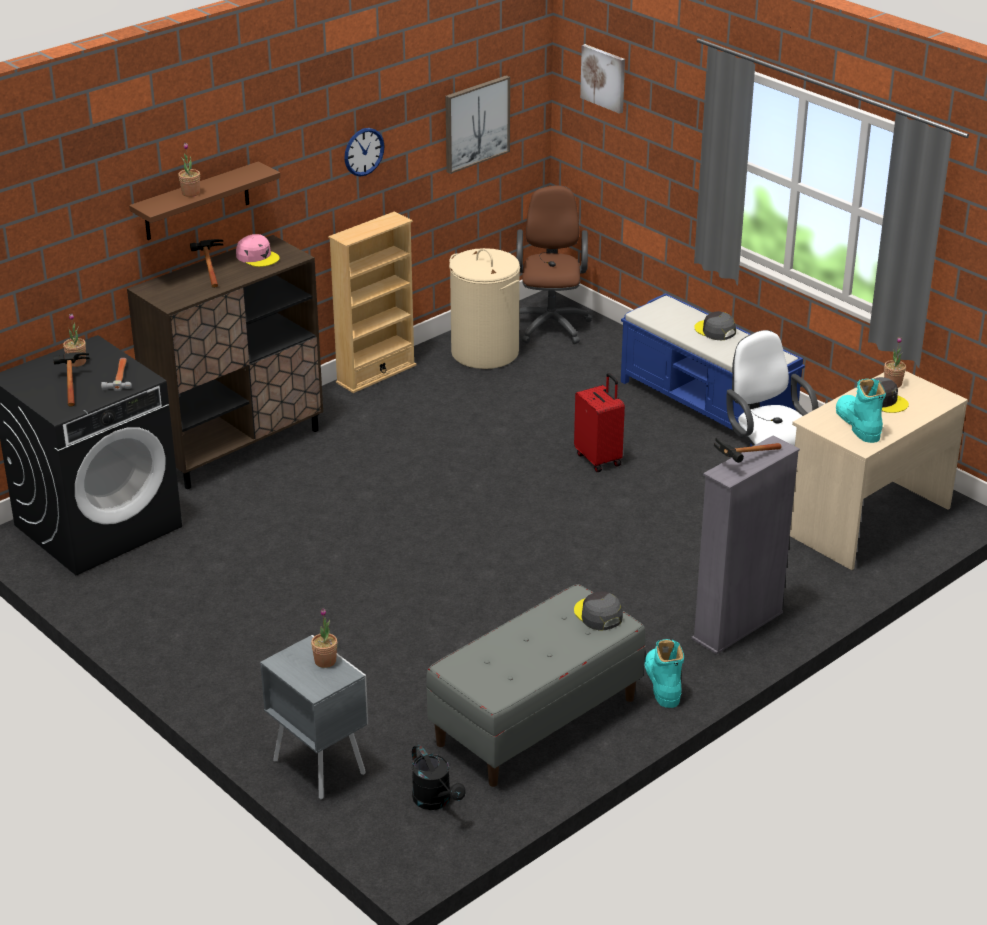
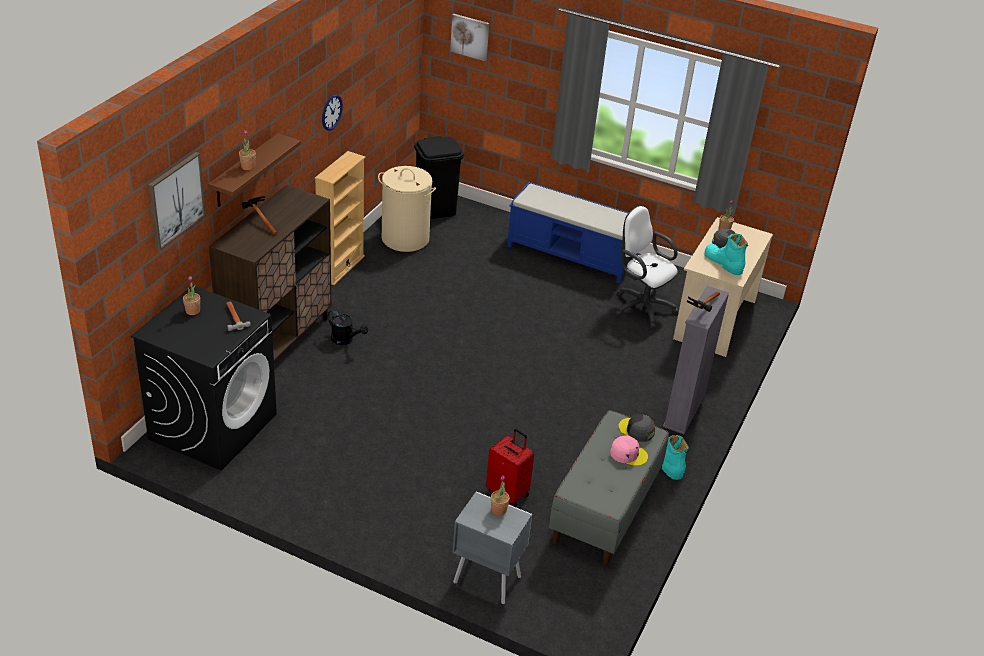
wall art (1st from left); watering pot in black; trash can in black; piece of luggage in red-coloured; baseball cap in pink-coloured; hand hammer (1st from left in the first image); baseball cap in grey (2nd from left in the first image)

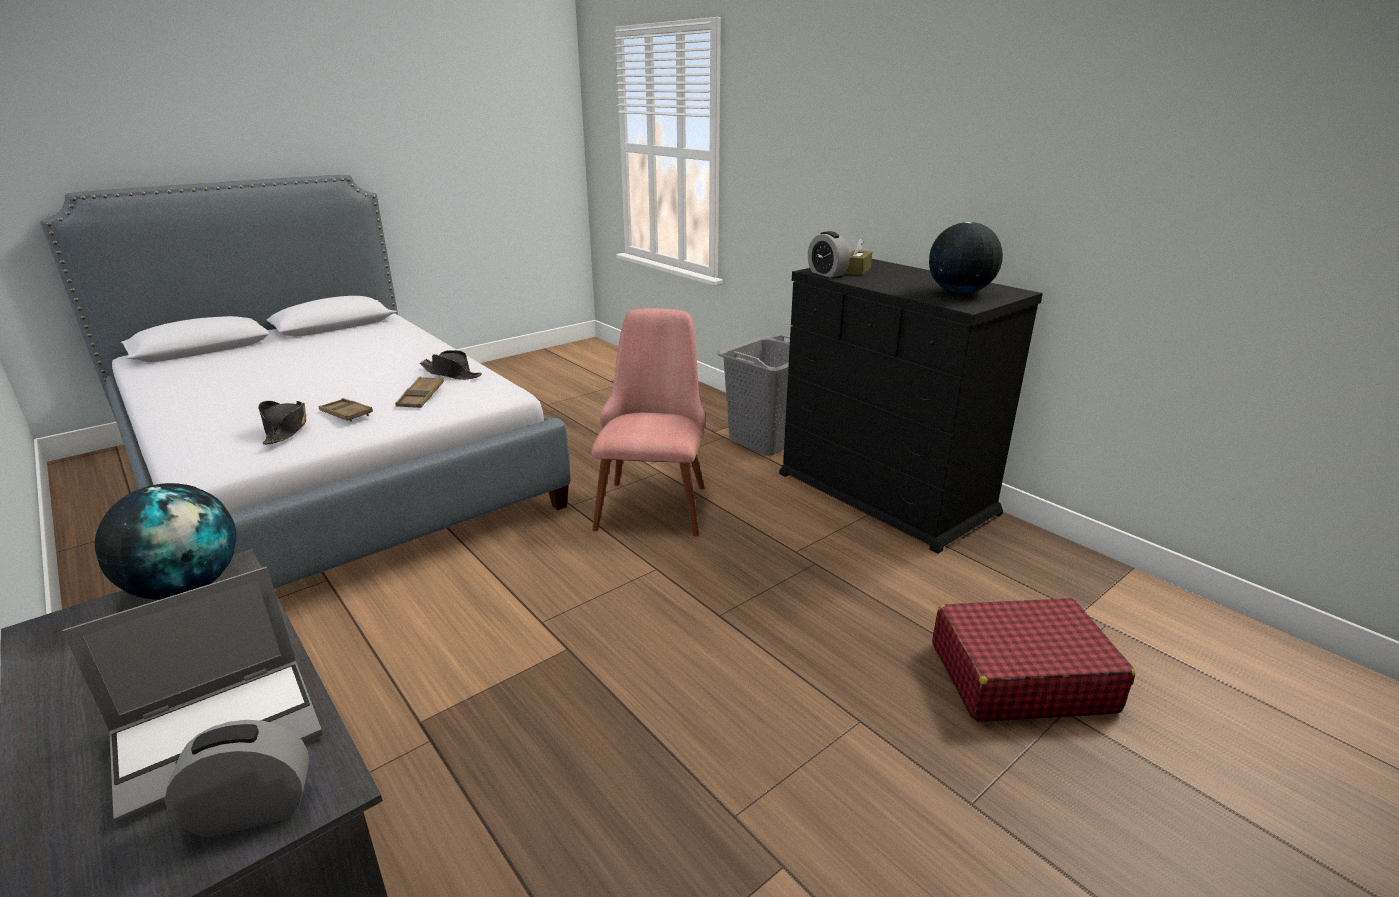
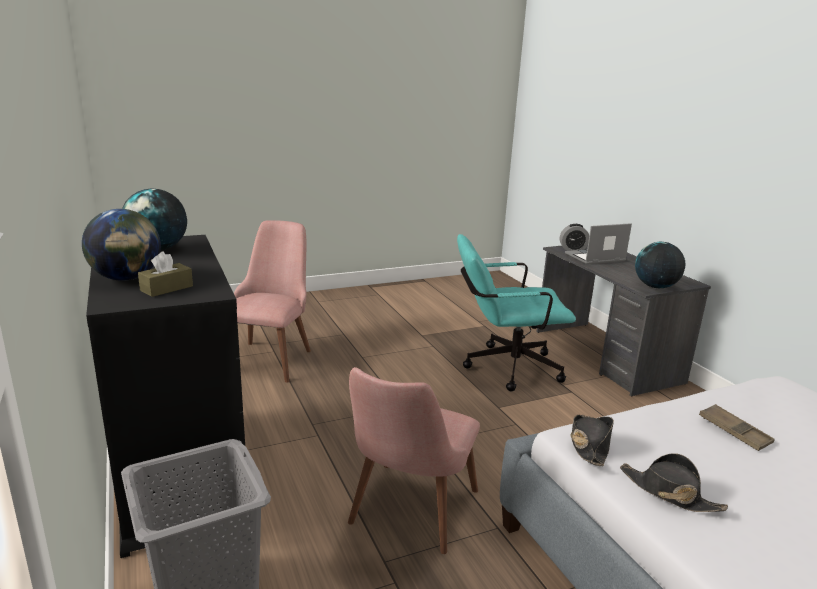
world globe (1st from left); chair in pink-coloured (1st from left); desk chair in turquoise; wearable hat in black (1st from left); tray in brownish (2nd from left in the first image); alarm clock (2nd from left in the first image)

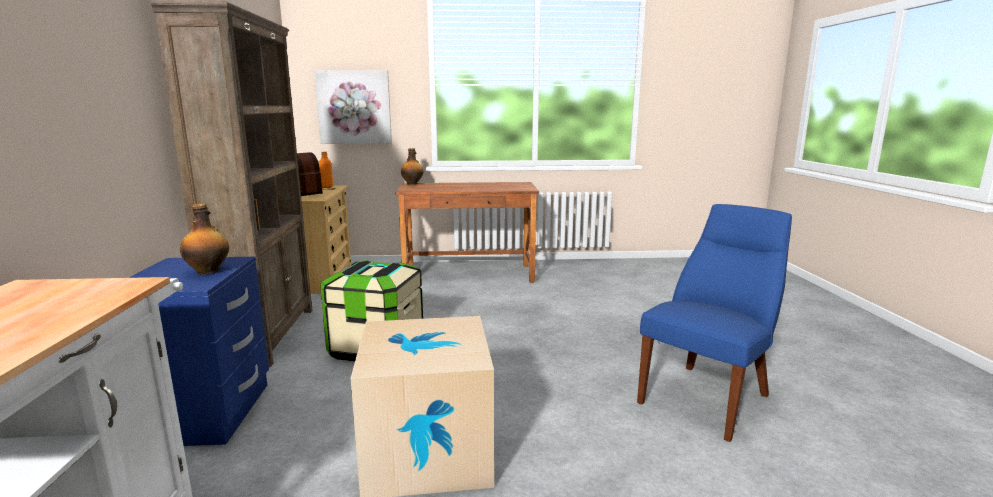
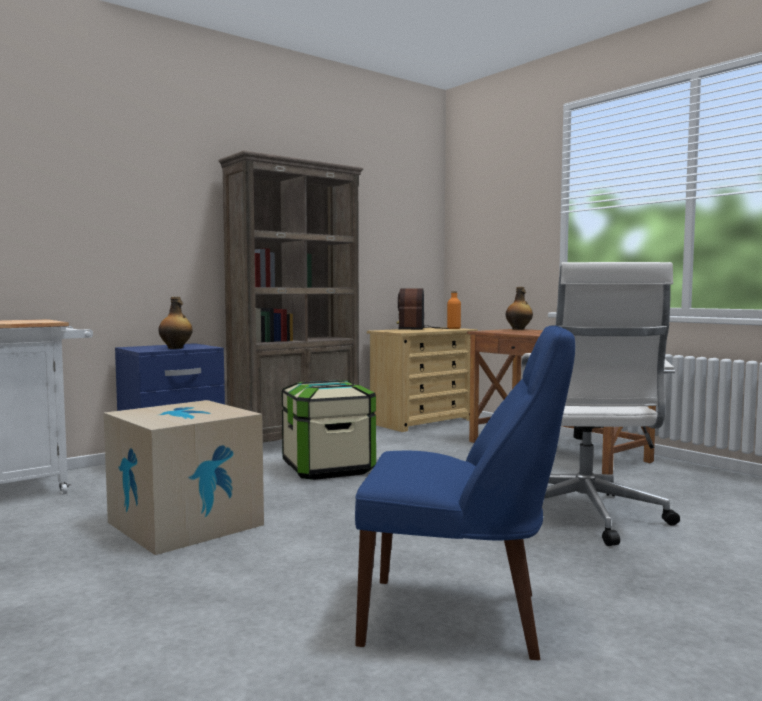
desk chair in white; wall art

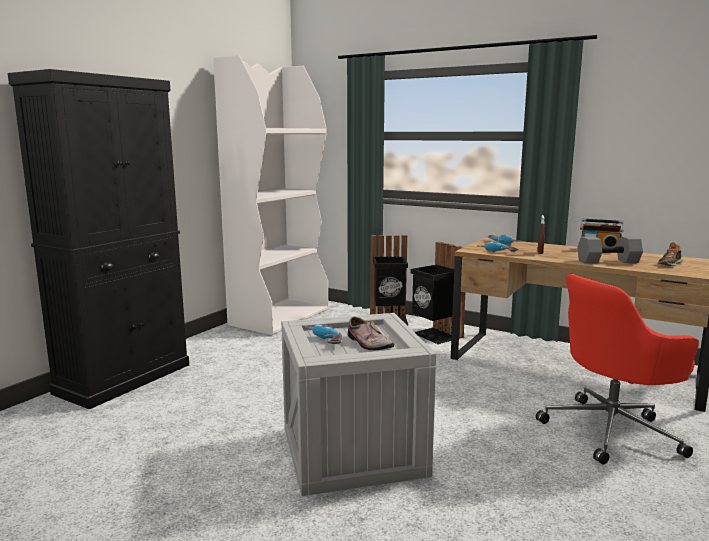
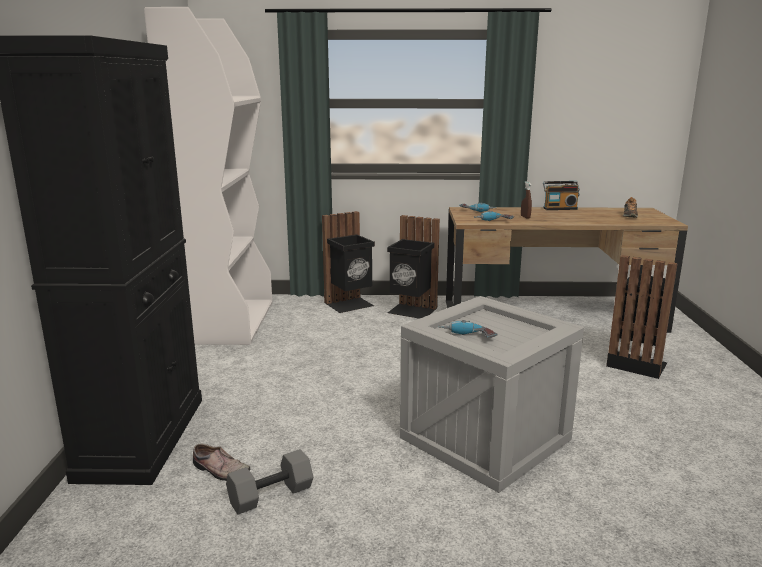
shoe (1st from left); free weight in grey; trash can in black (3rd from left)

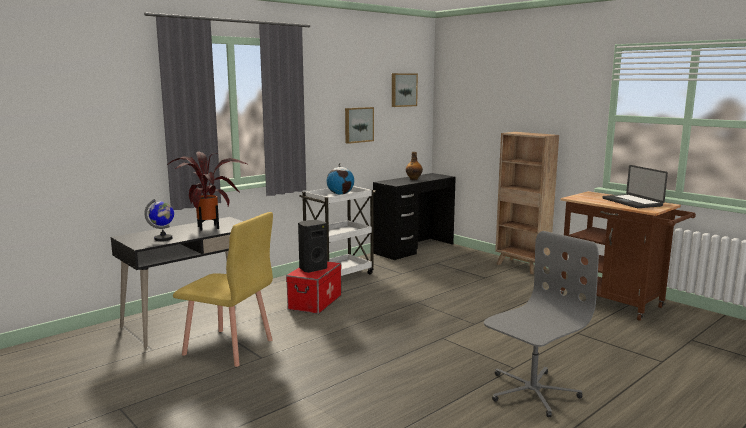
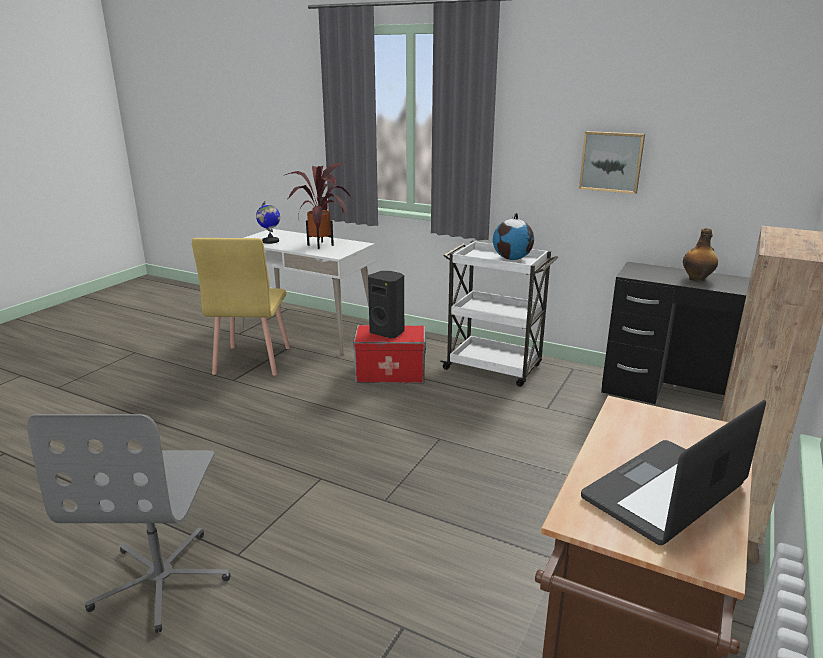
desk chair in grey; desk in white; wall art (2nd from left in the first image)

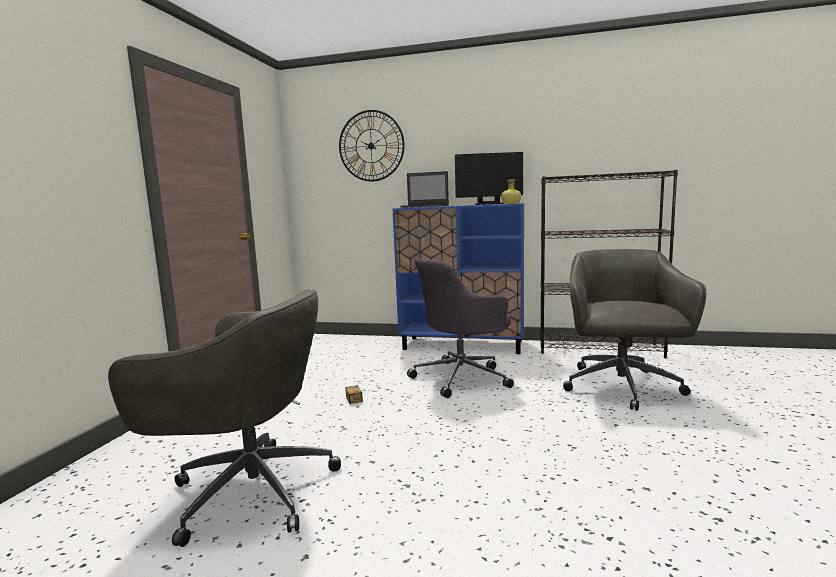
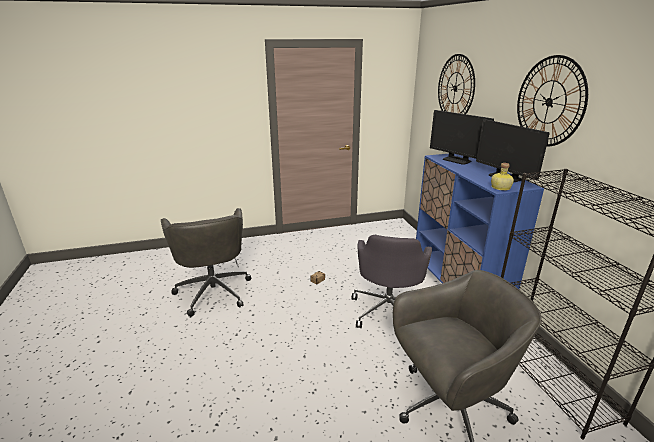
desk chair in grey (2nd from left); monitor (1st from left); wall clock (2nd from left)

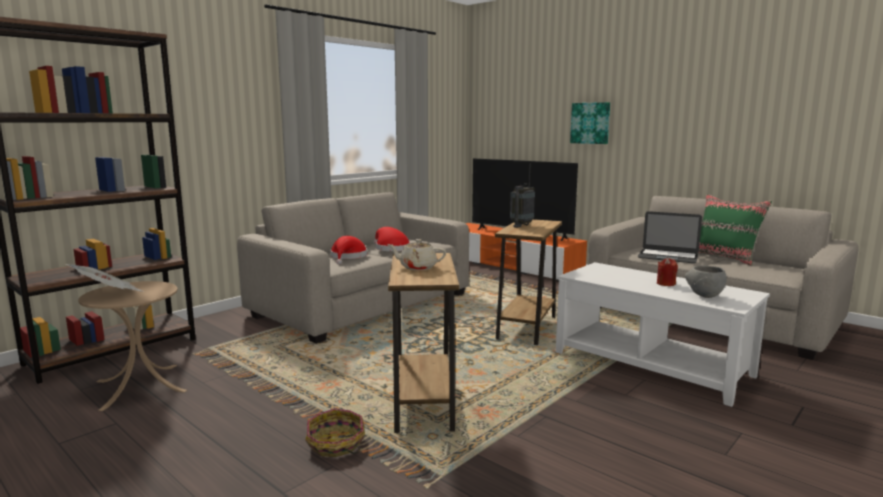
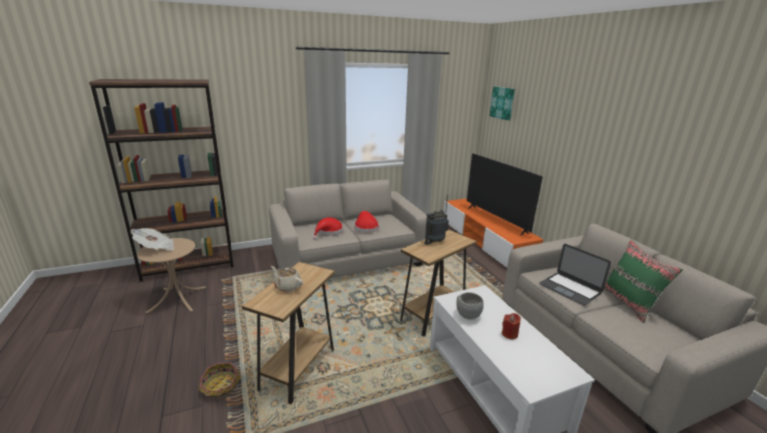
bowl in grey; wall art

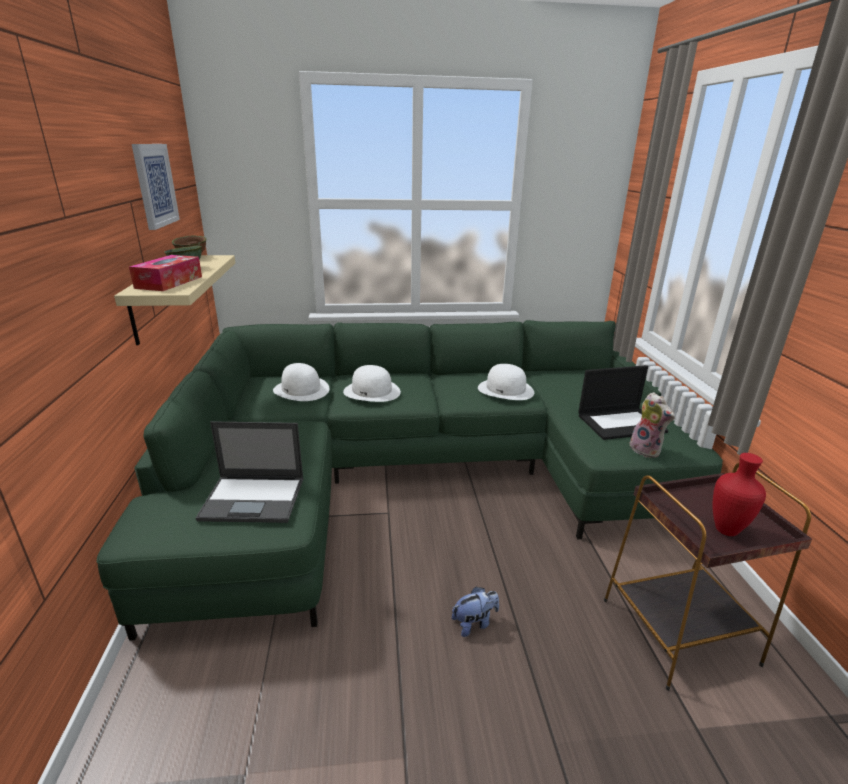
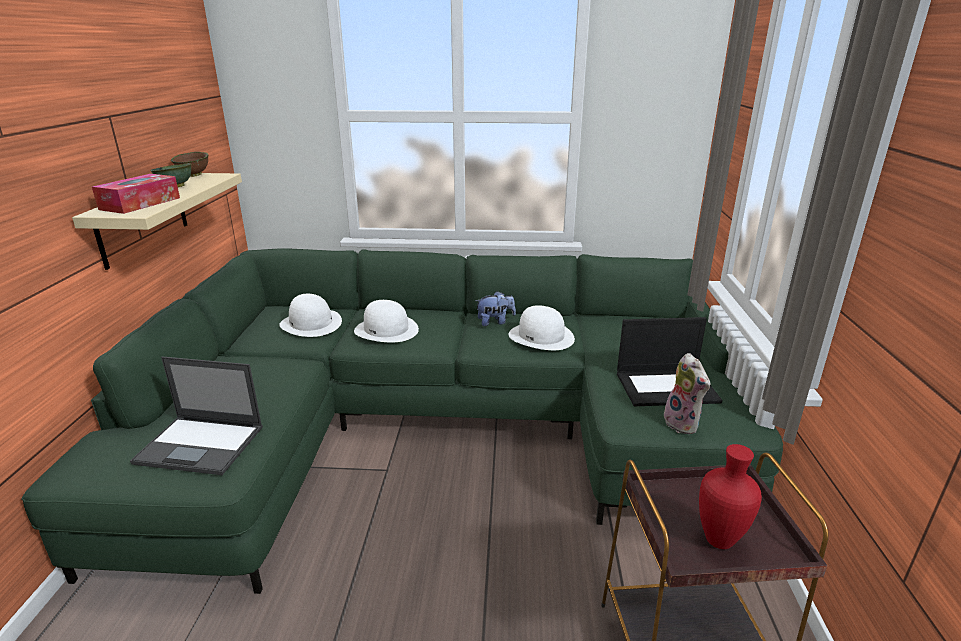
soft toy (1st from left); wall art

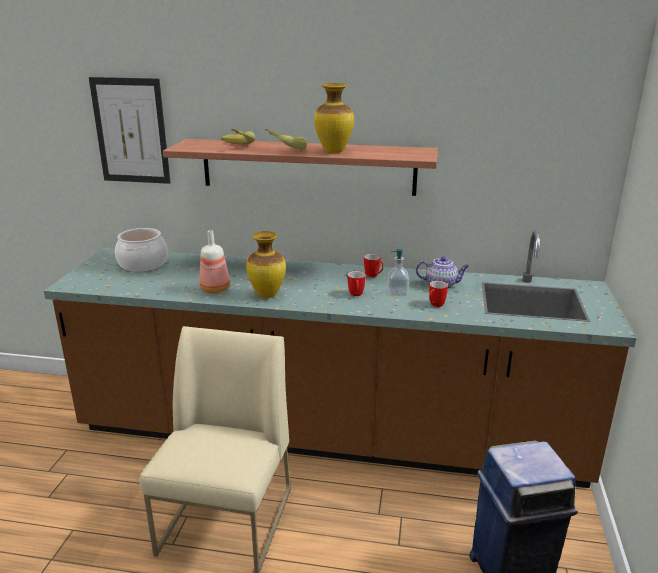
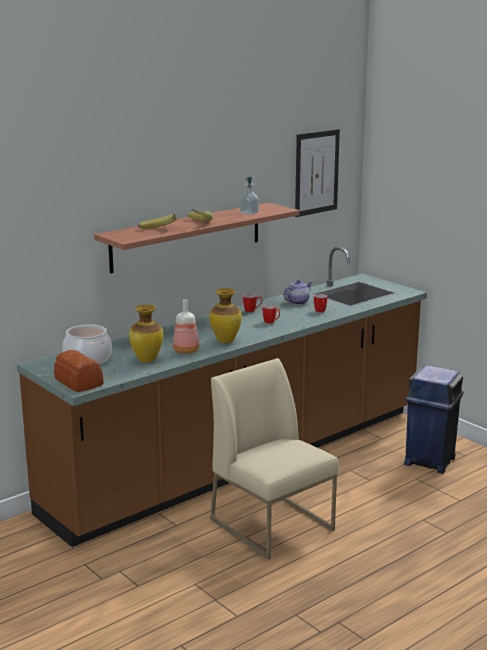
bread; vase (1st from left); liquid soap bottle; wall art

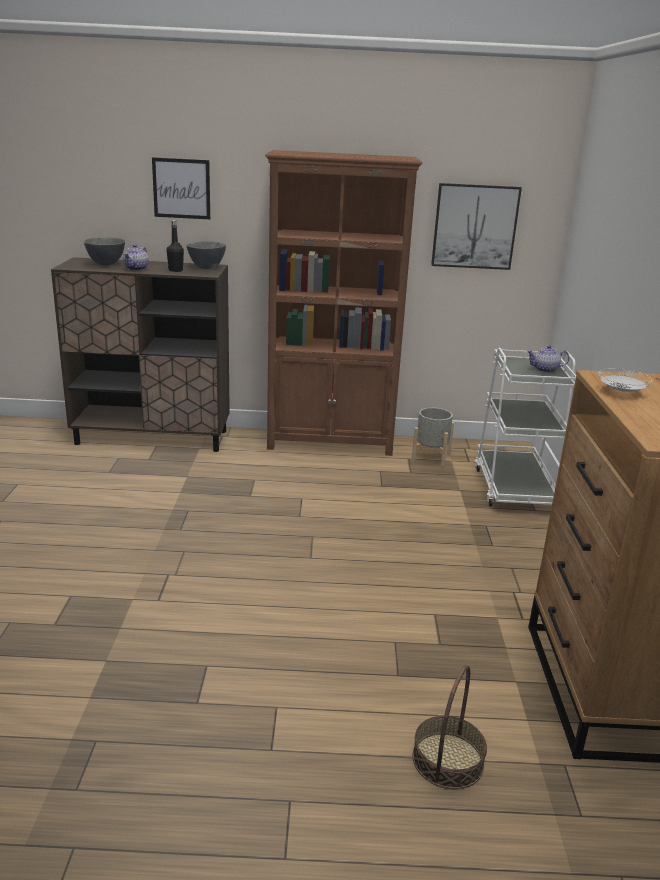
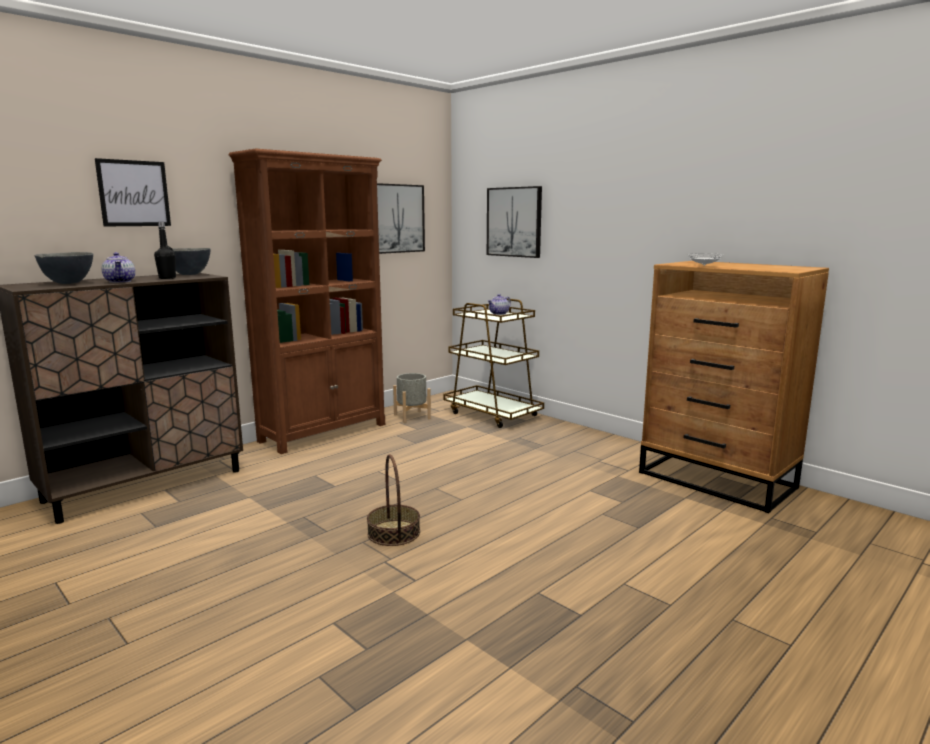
storage basket; cart in brownish; wall art (3rd from left)

